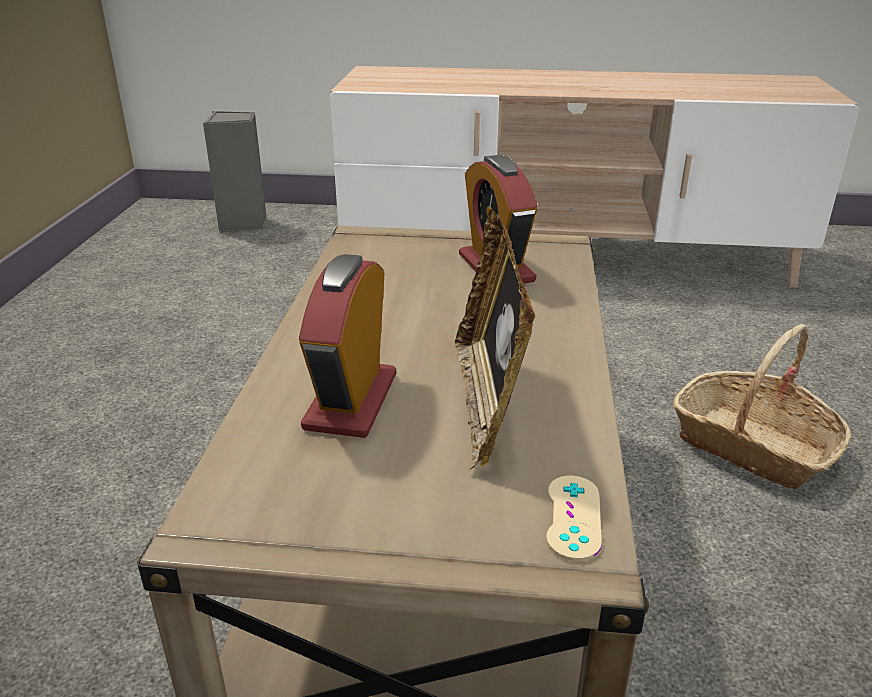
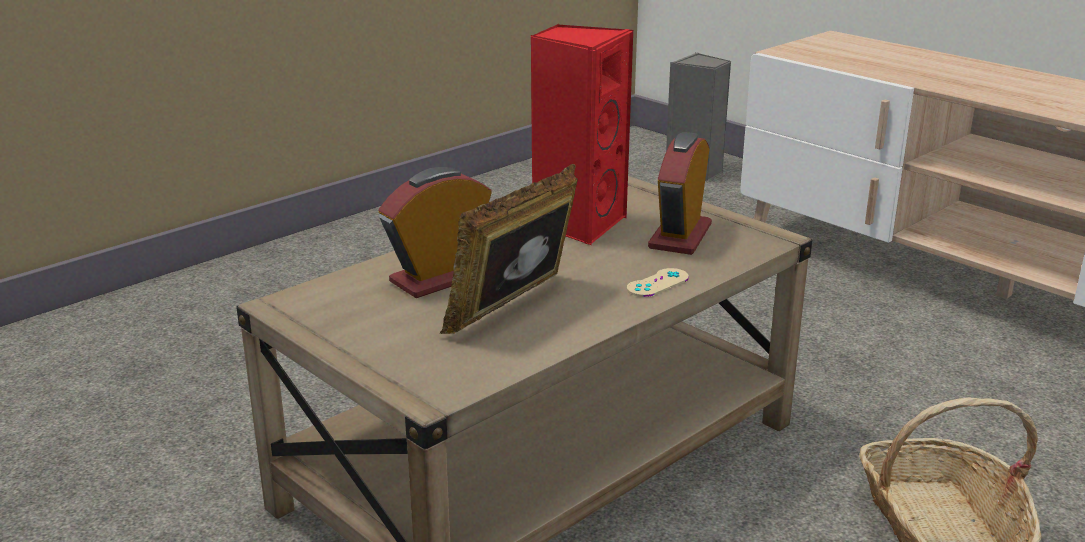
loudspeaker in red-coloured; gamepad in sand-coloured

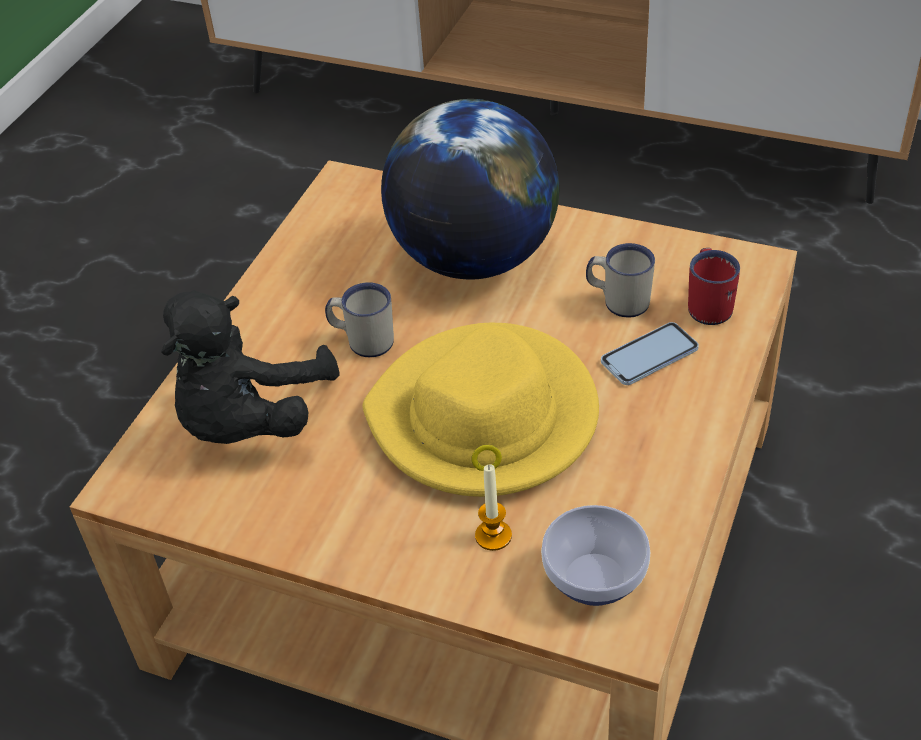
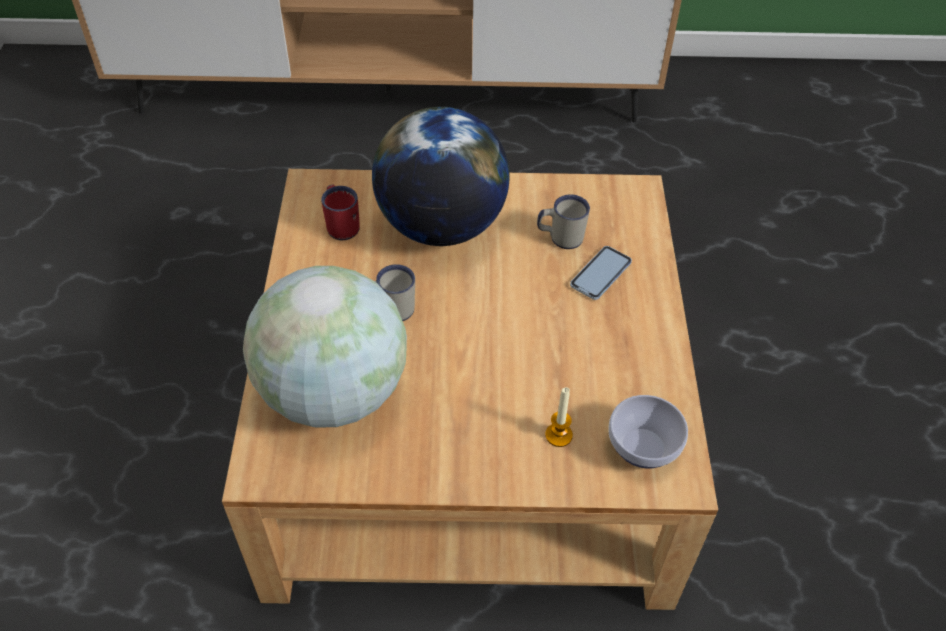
world globe (1st from left); mug in red-coloured; wearable hat in yellow-coloured

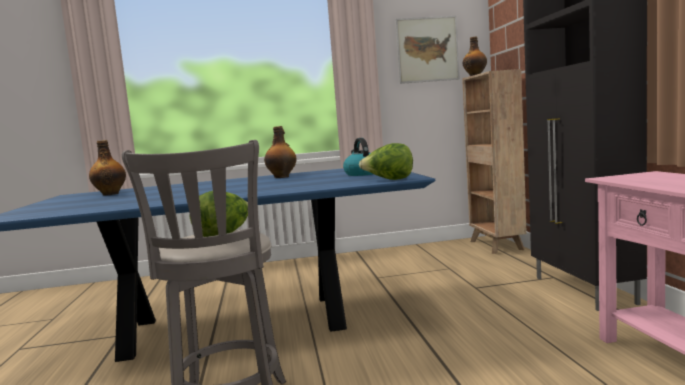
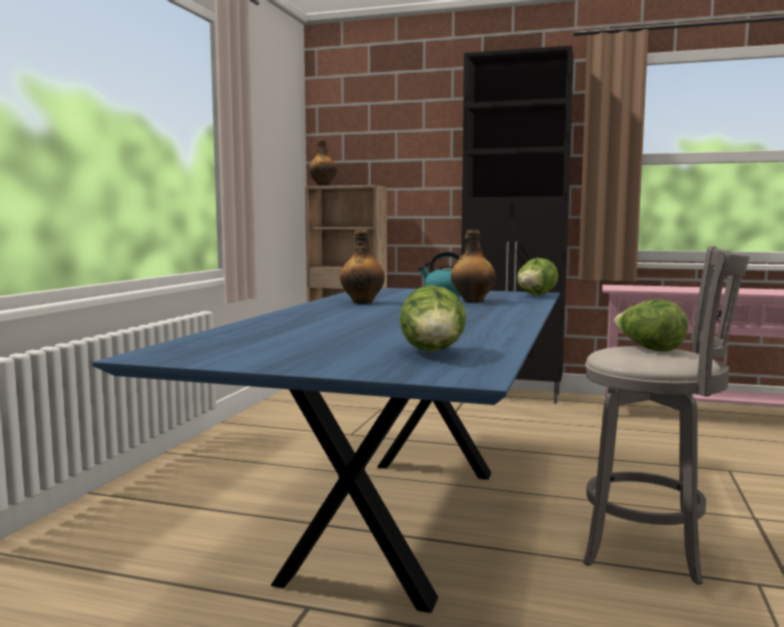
head of lettuce (1st from left); drink bottle (3rd from left); wall art

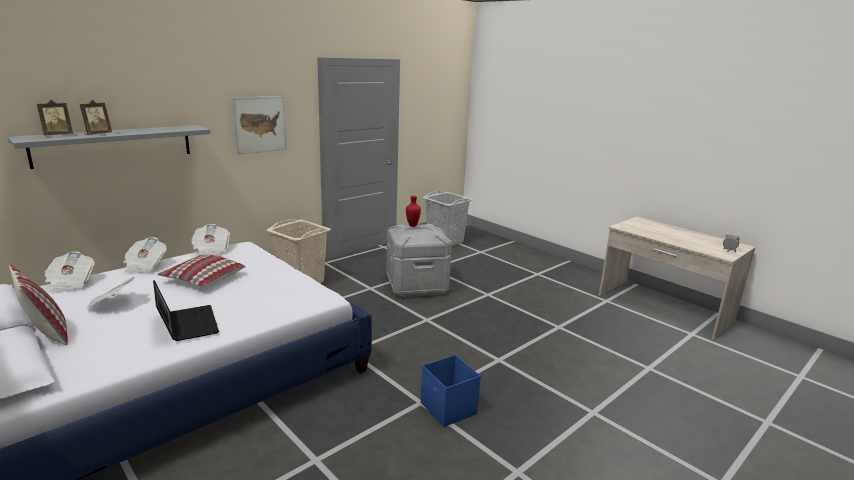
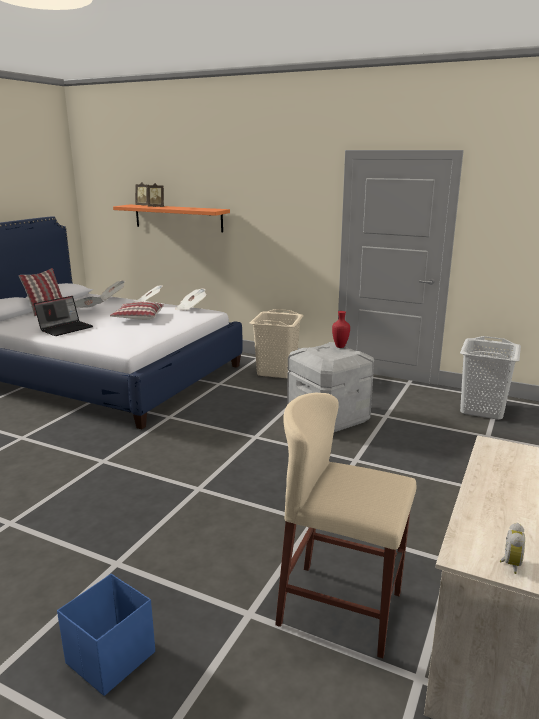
storage bin in bluish; wall shelf in orange; stool in sand-coloured; wall art

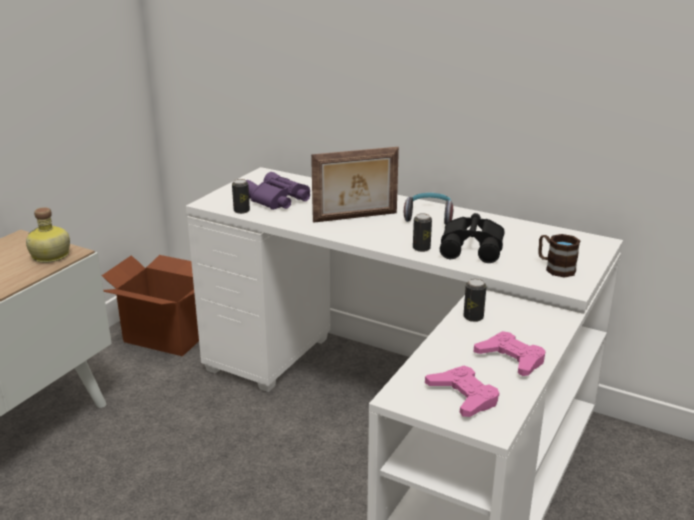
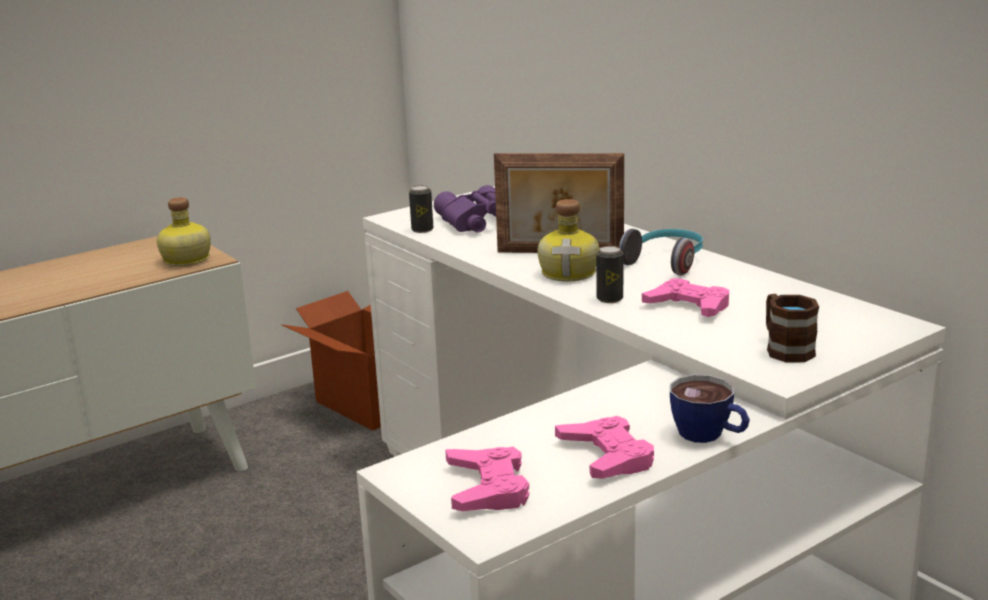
drink bottle (2nd from left); gamepad in pink-coloured (3rd from left); small cup; sealed can (3rd from left in the first image)

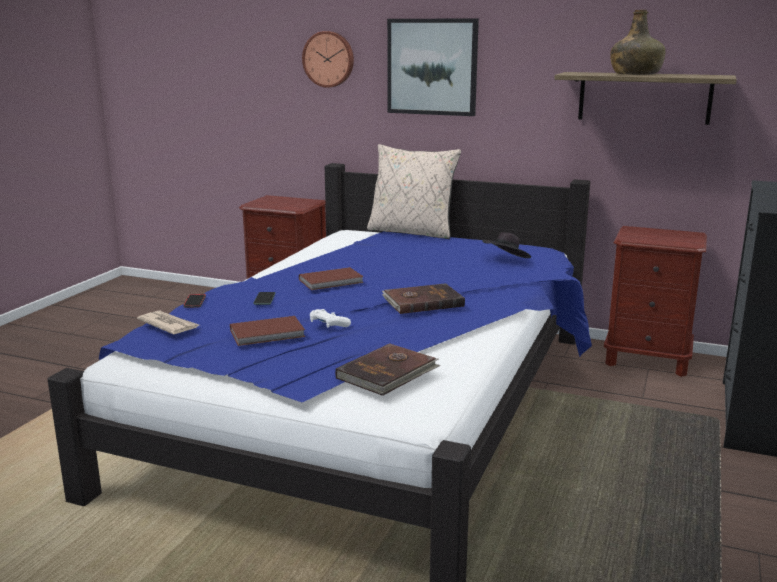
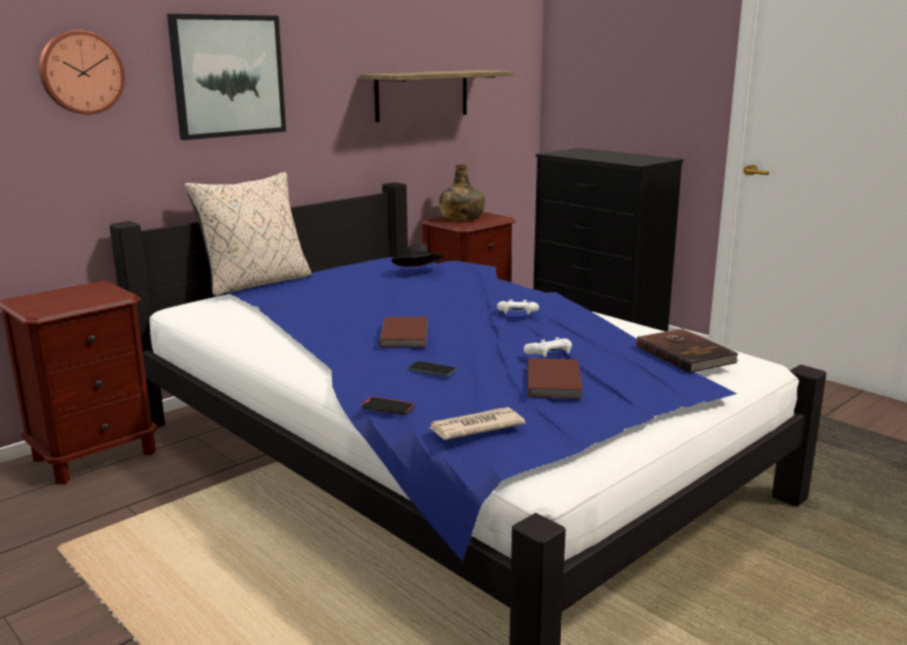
drink bottle in green-coloured; gamepad in white (1st from left)

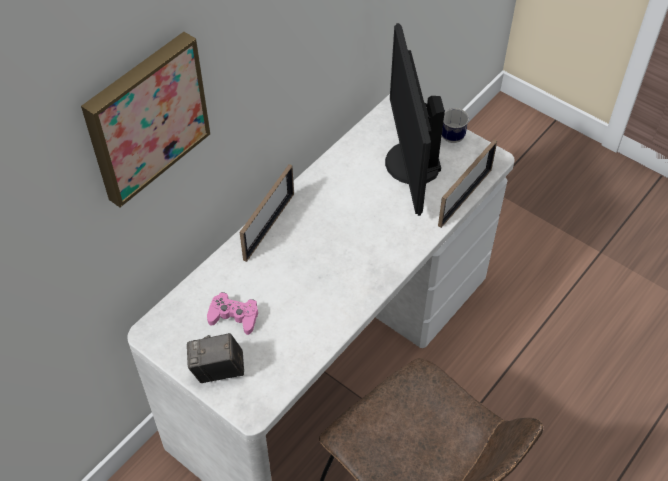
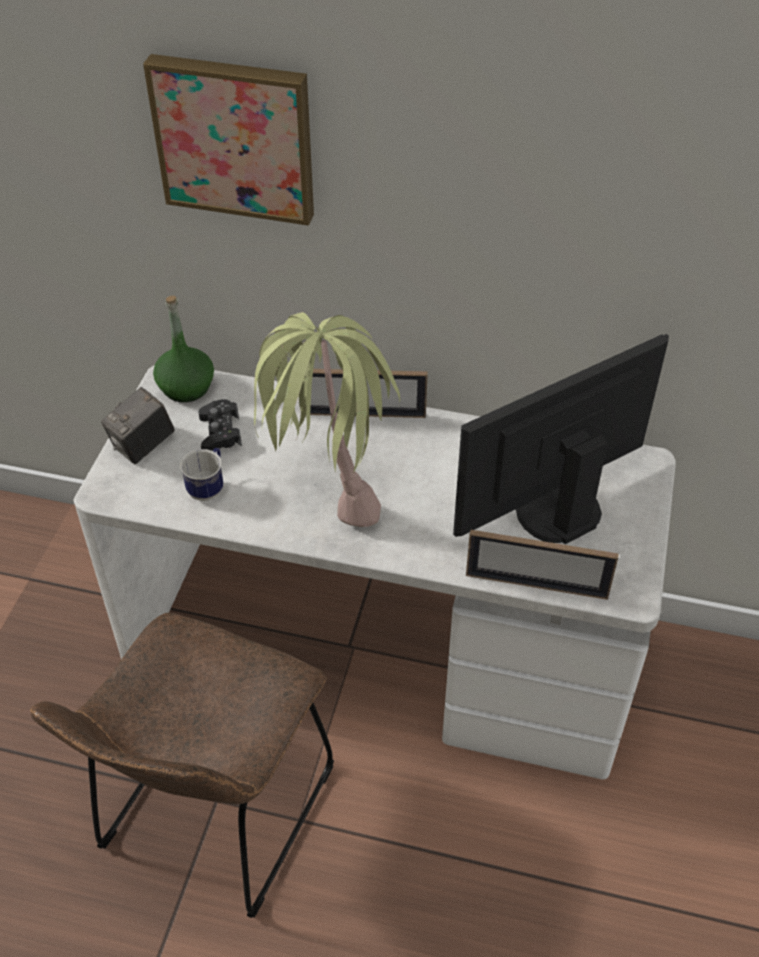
photo camera; drink bottle in green-coloured; mug; gamepad in black; houseplant

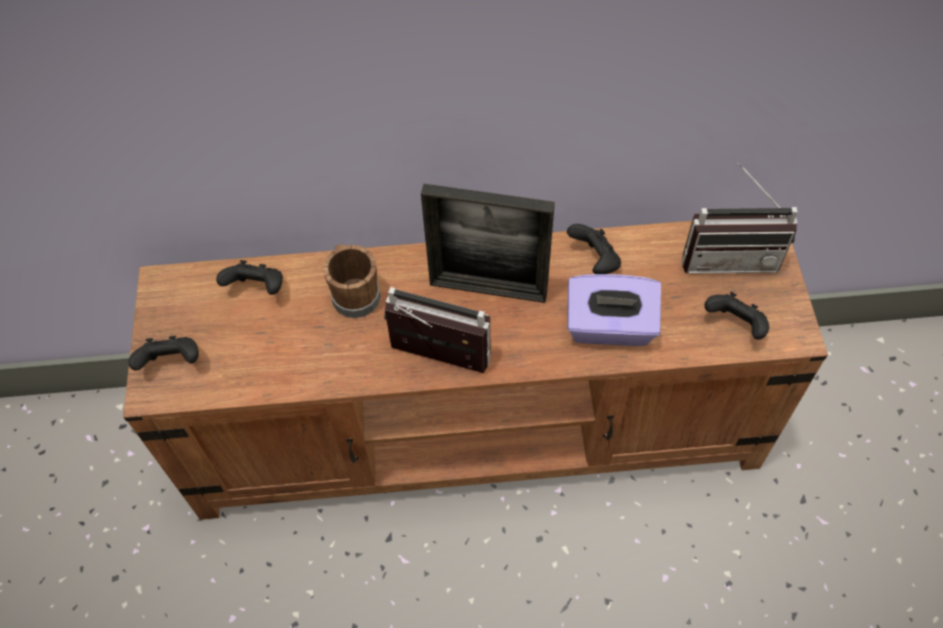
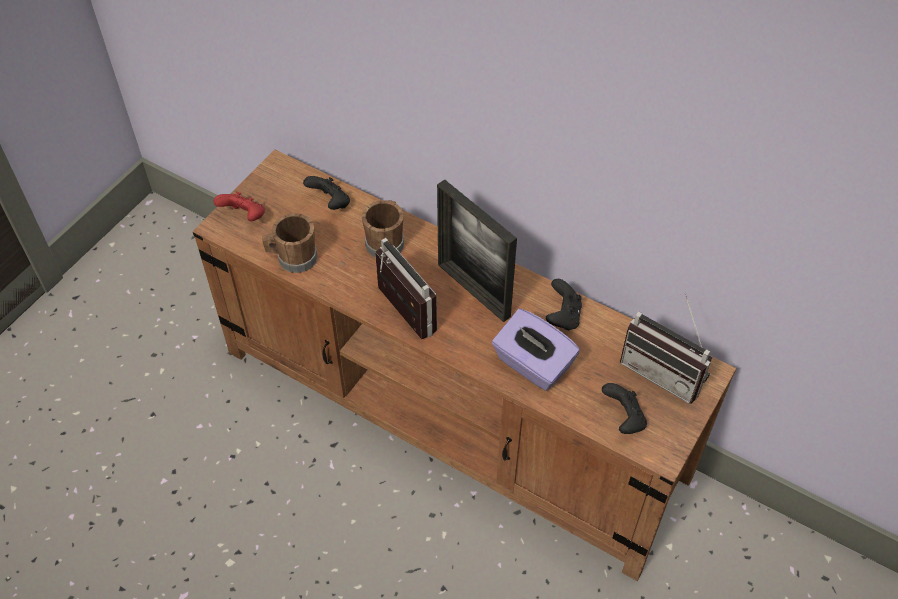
gamepad in red-coloured; mug in brownish (1st from left)

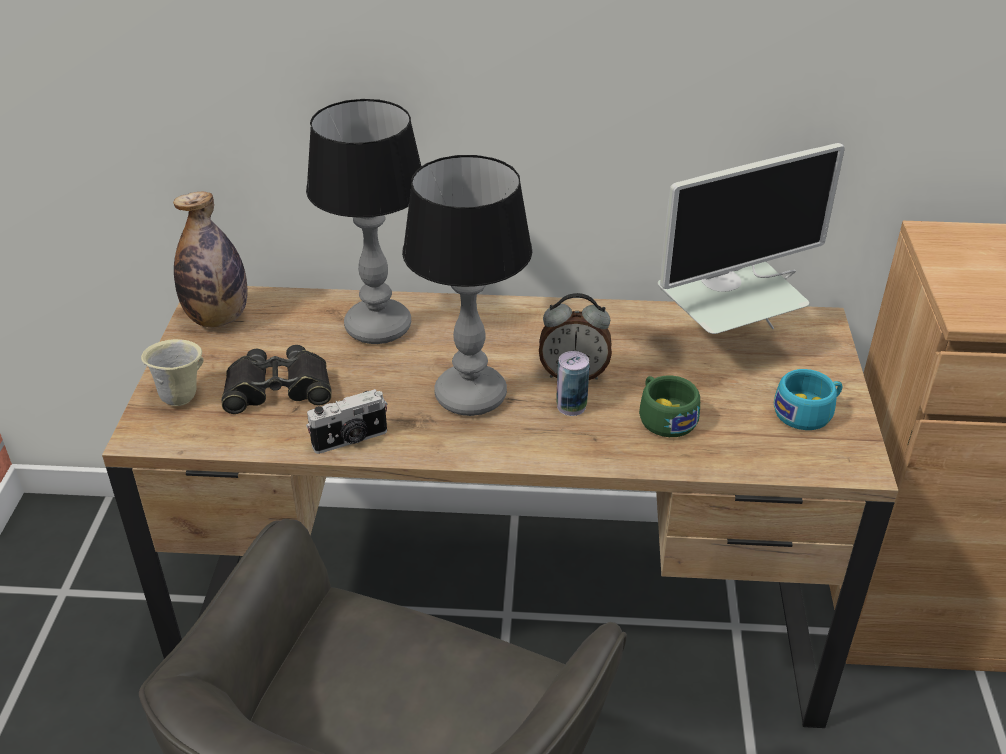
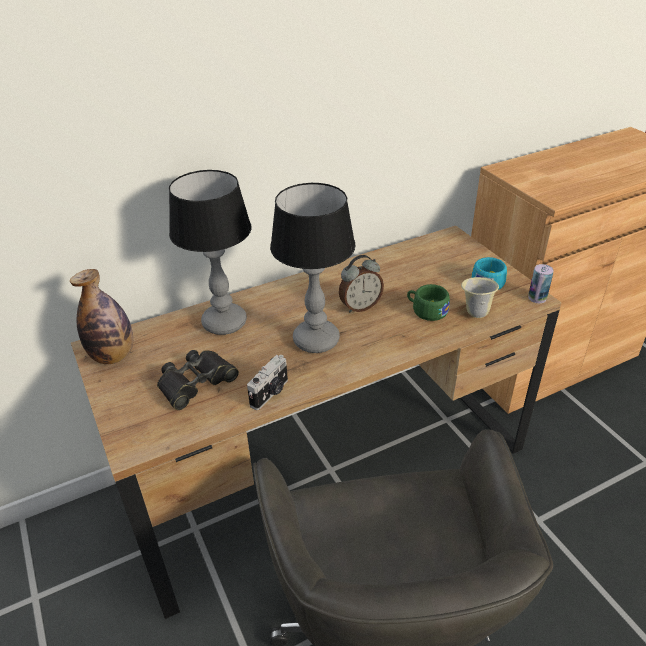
mug in sand-coloured; sealed can; monitor

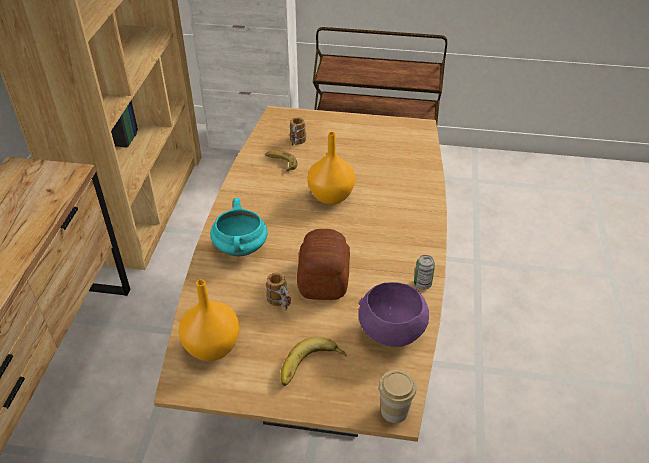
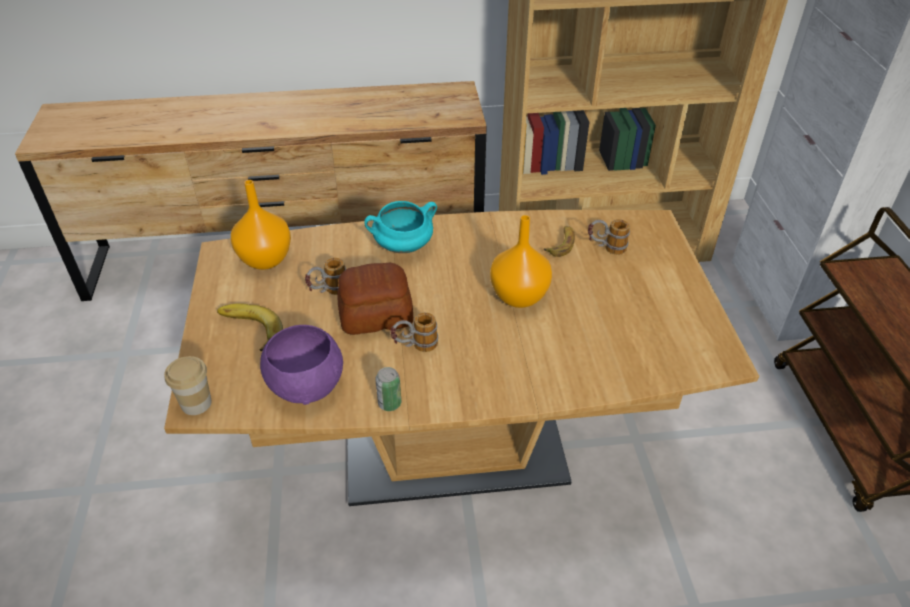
mug (2nd from left)

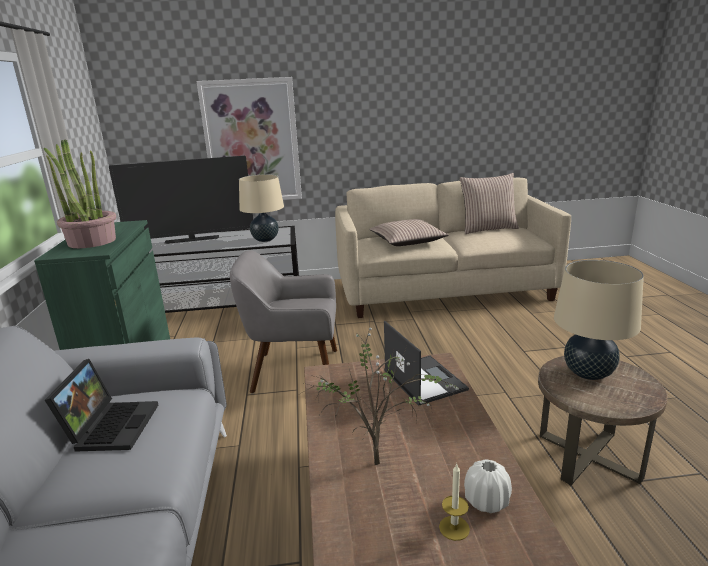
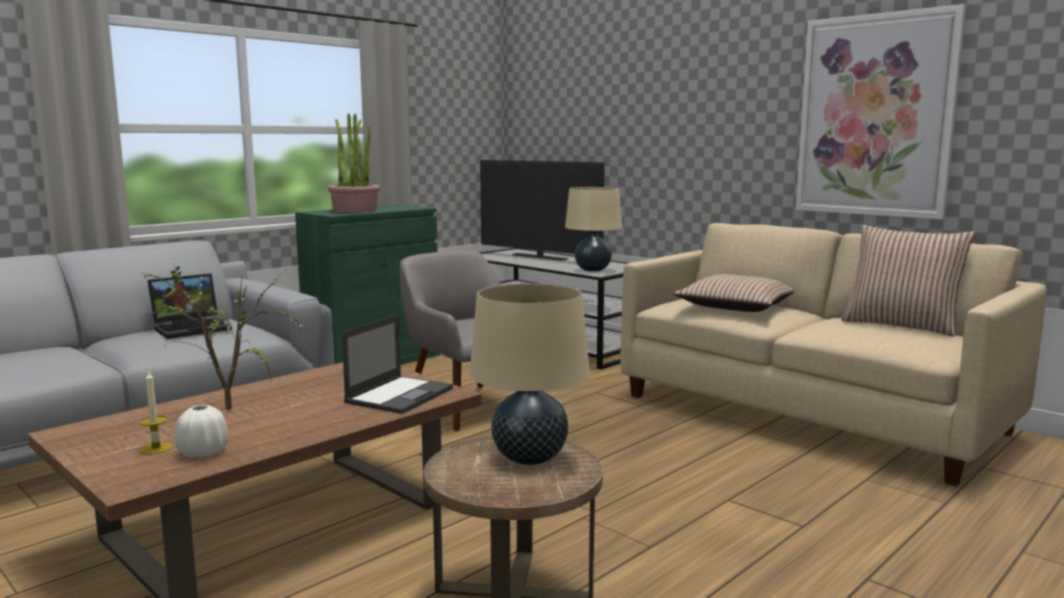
wall art

